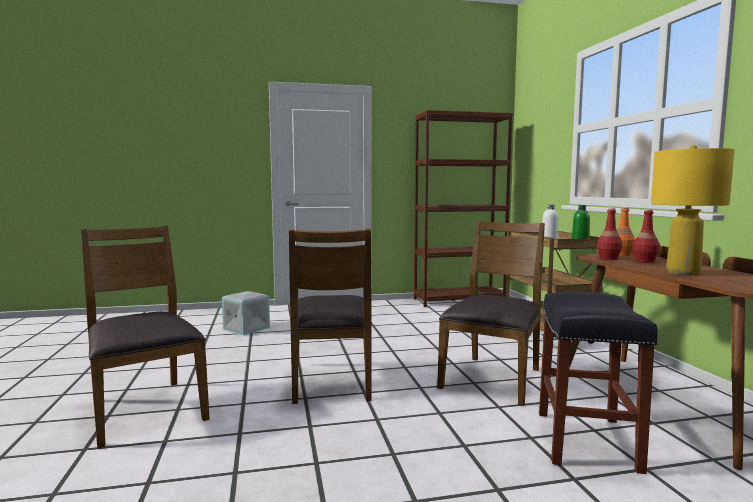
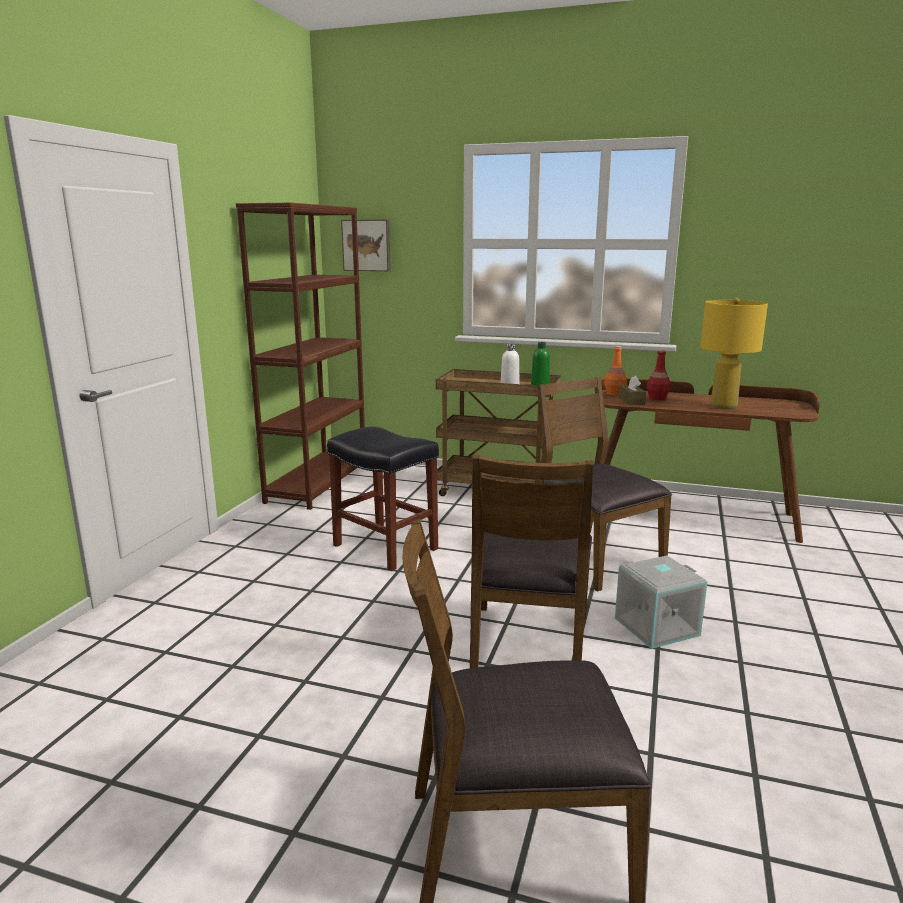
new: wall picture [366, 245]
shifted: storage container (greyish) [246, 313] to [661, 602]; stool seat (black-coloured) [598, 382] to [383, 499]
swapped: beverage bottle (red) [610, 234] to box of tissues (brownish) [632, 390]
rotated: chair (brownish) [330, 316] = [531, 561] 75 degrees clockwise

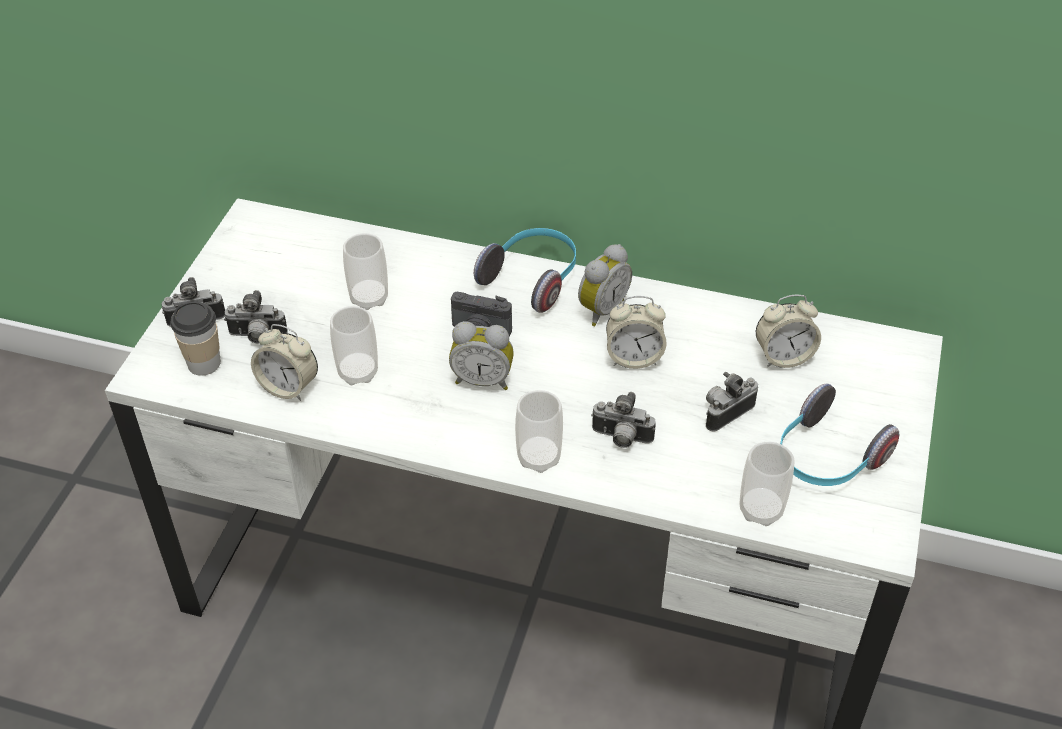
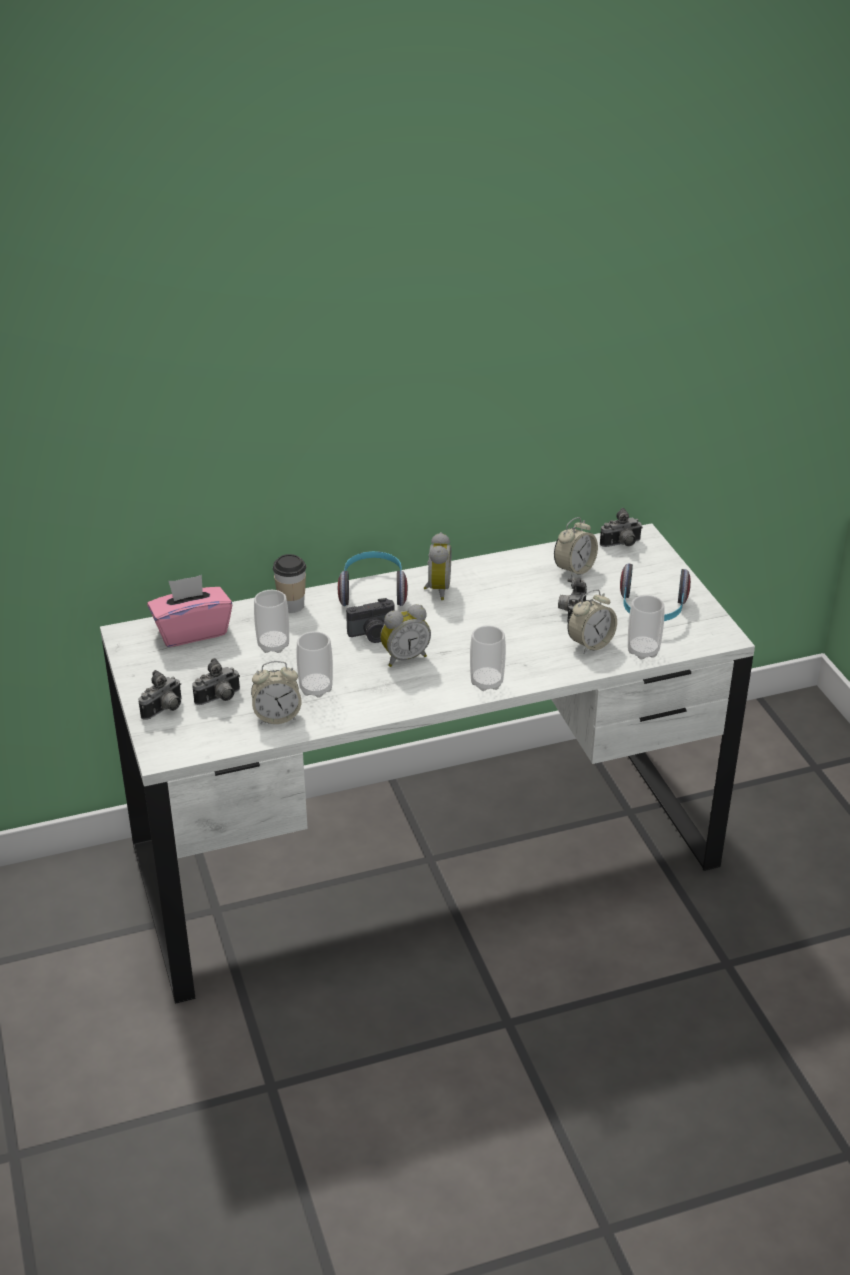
new: box of tissues (pink-coloured) [189, 611]
shifted: drinking cup [195, 339] to [289, 583]; still camera [623, 420] to [621, 527]; bedside clock [636, 332] to [592, 621]

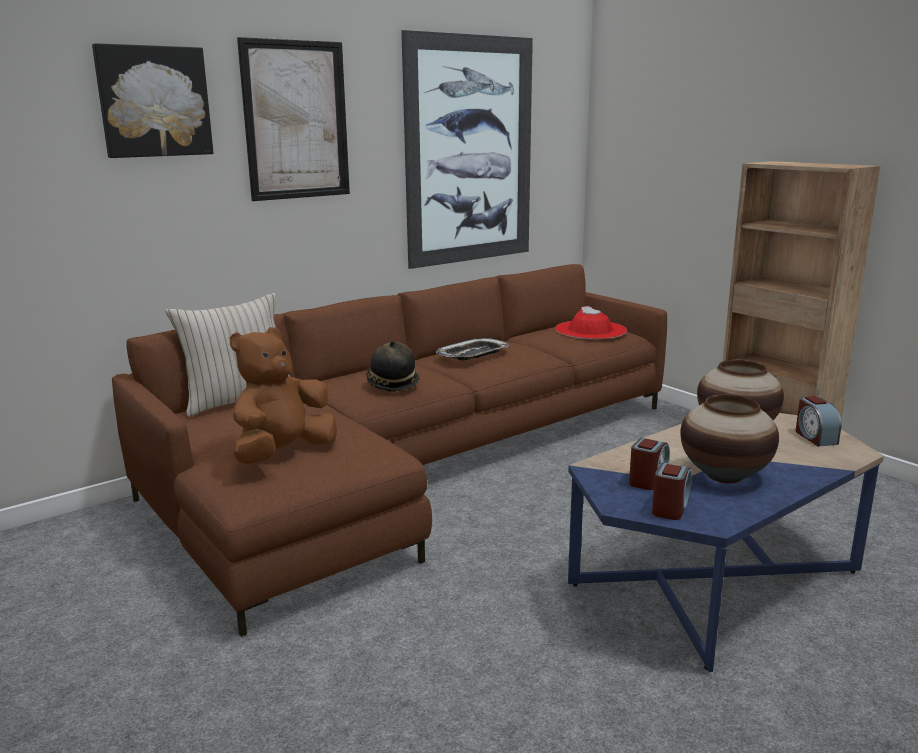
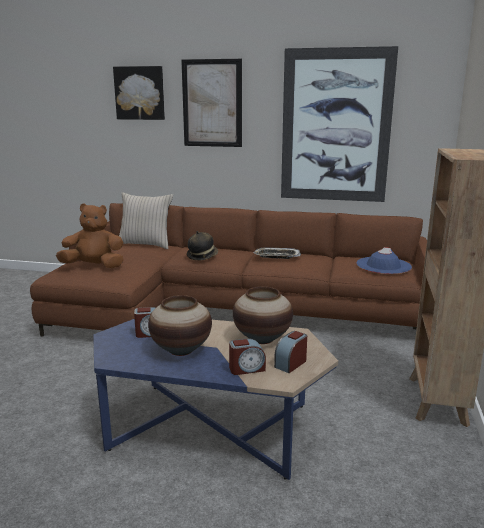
shifted: bedside clock [672, 491] to [247, 356]
repainted: wearable hat (red) [591, 322] to wearable hat (blue) [384, 260]

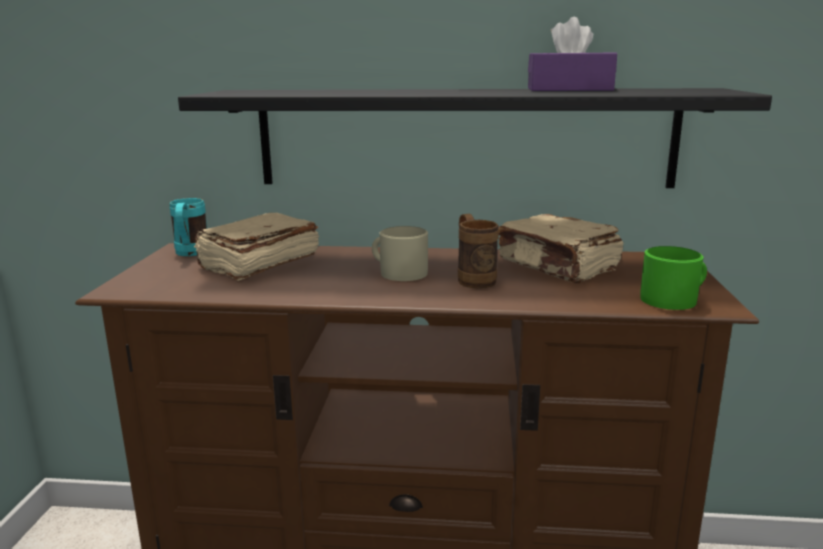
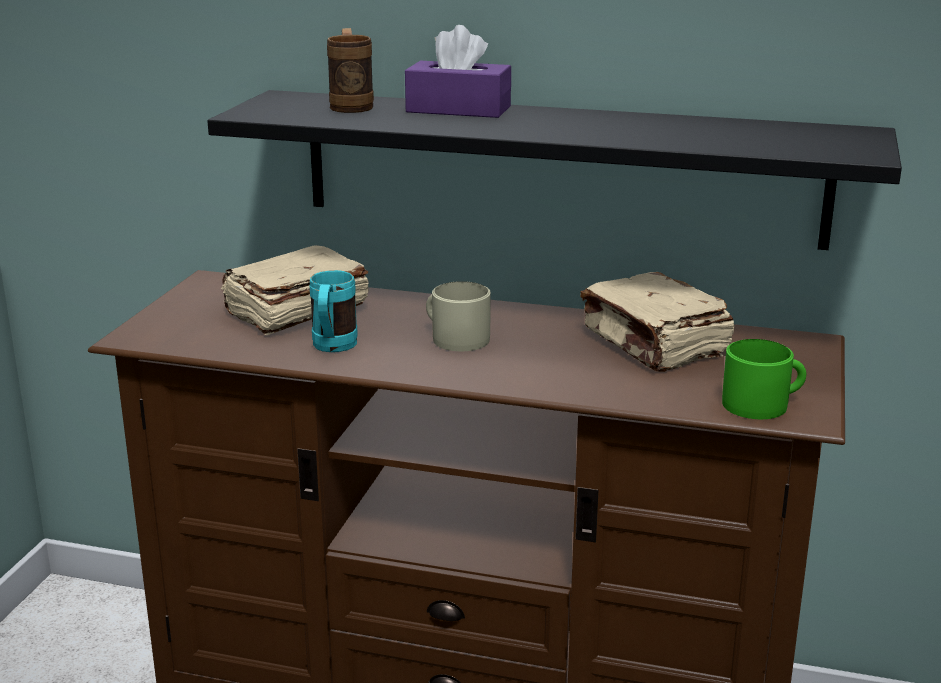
shifted: mug (turquoise) [188, 227] to [334, 311]; mug (brownish) [478, 251] to [350, 70]; box of tissues (purple-coloured) [572, 54] to [458, 71]

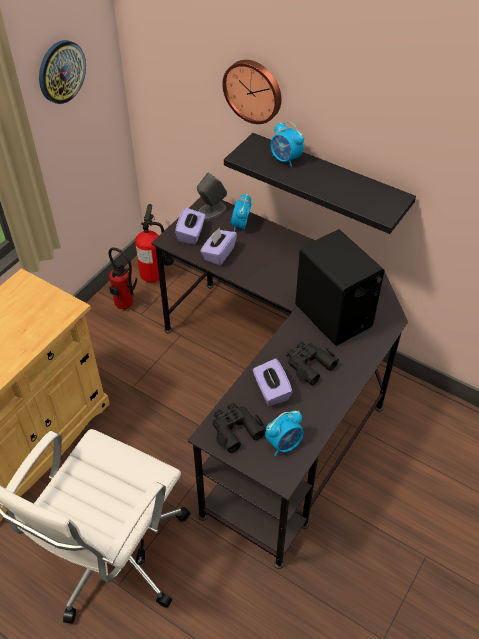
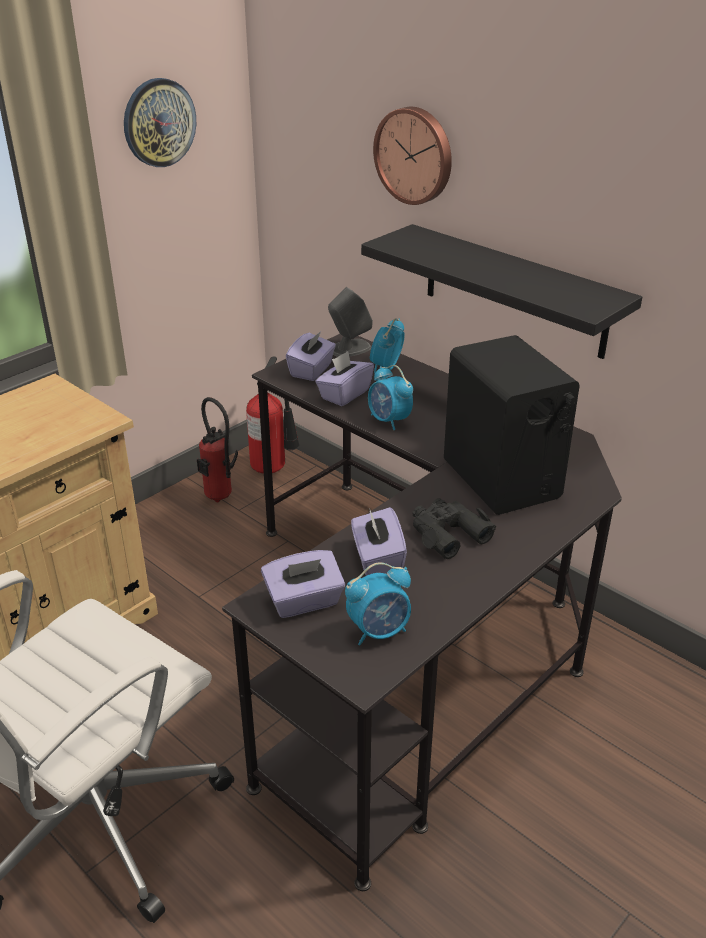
shifted: bedside clock [287, 144] to [390, 397]
swapped: field glasses (black-coloured) [239, 428] to box of tissues (purple-coloured) [303, 584]

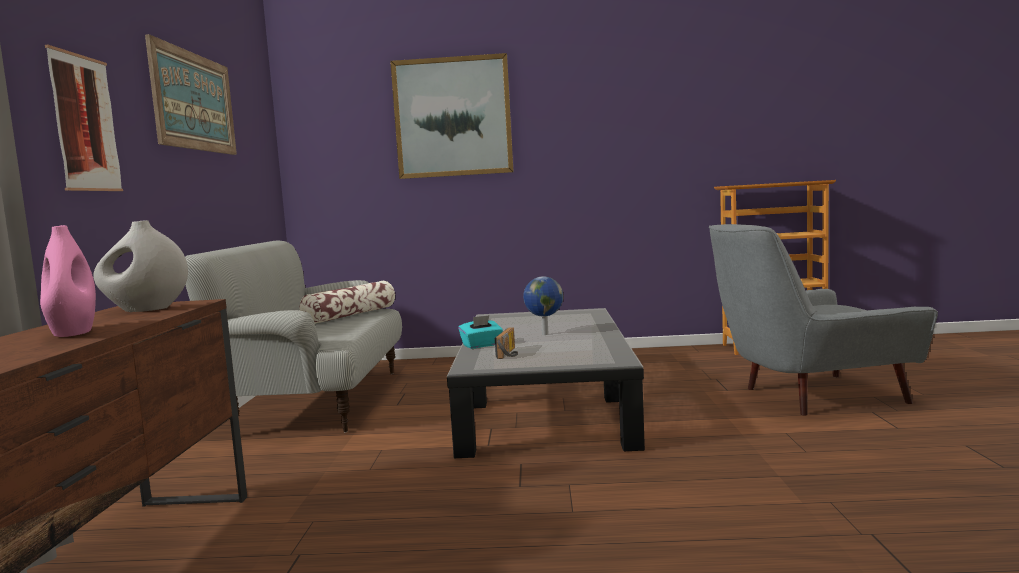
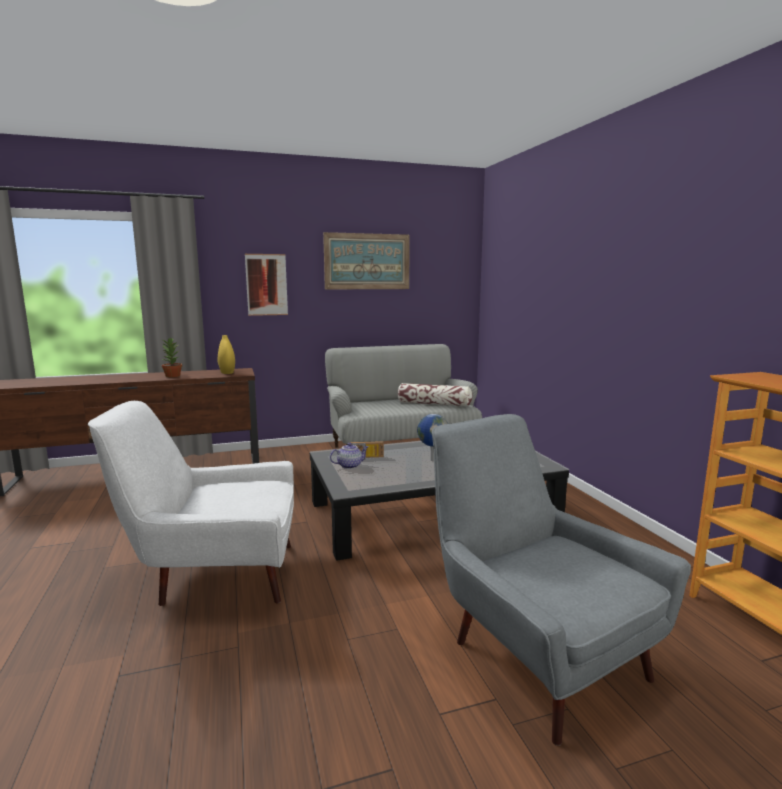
gone: wall picture [452, 116]; box of tissues (turquoise) [480, 332]
new: easy chair (white-coloured) [191, 503]; pot for tea [349, 456]
swapped: decorative vase (pink-coloured) [68, 281] to houseplant [172, 357]
repainted: decorative vase (white-coloured) [140, 266] to decorative vase (yellow-coloured) [226, 354]

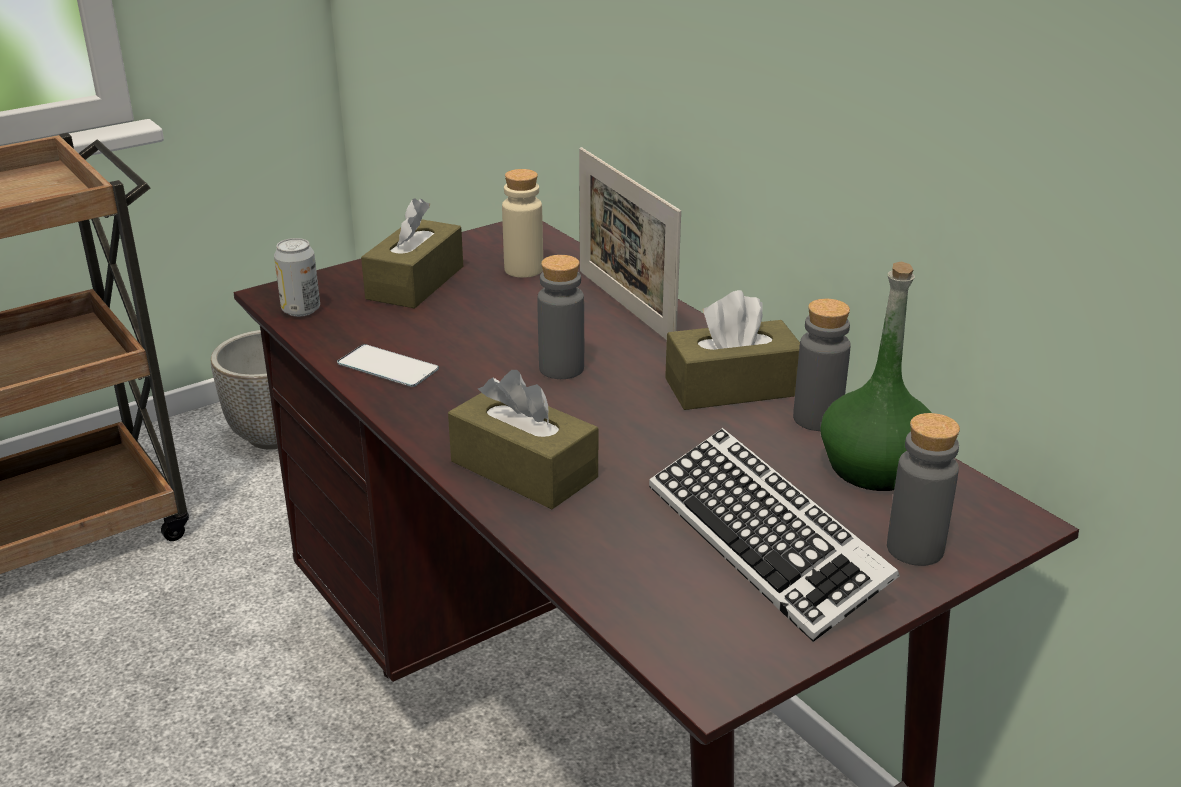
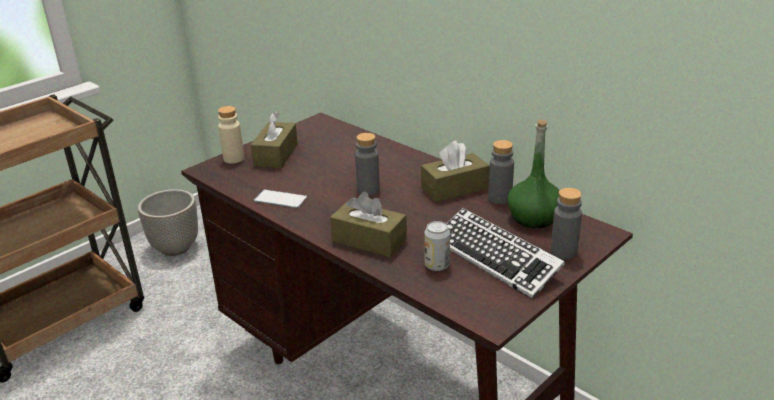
gone: photo frame [630, 243]
shifted: can [297, 277] to [437, 246]; beverage bottle (beige-coloured) [522, 223] to [231, 135]

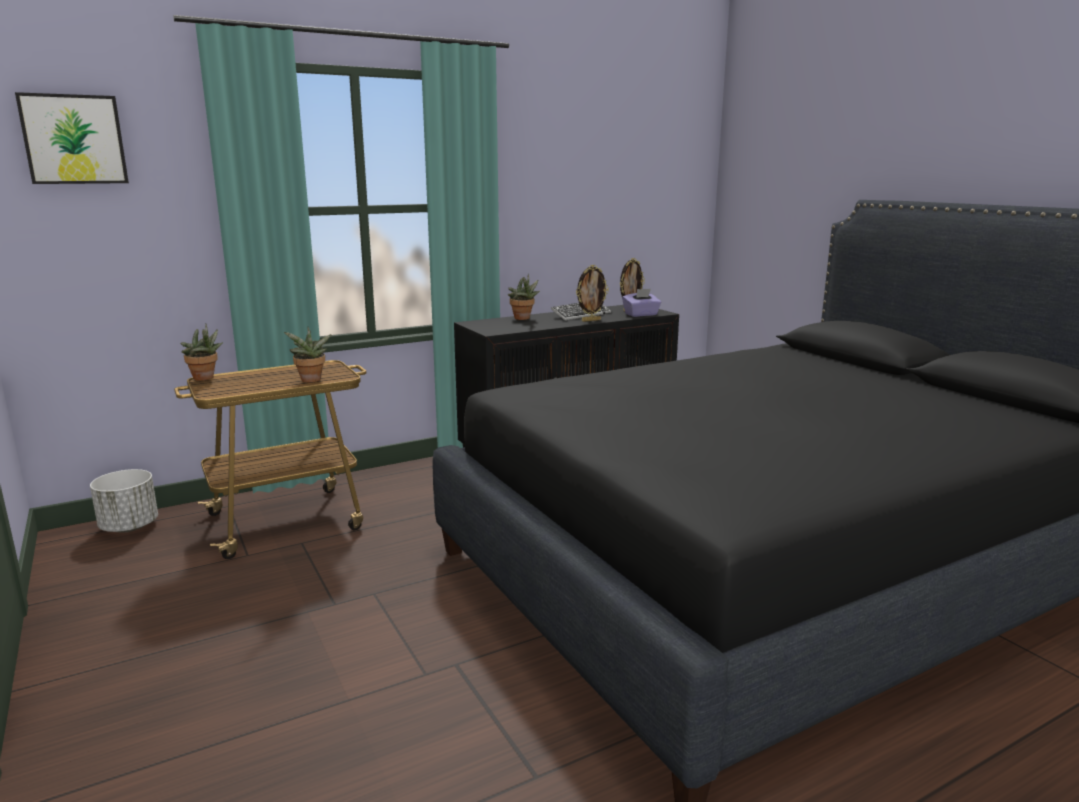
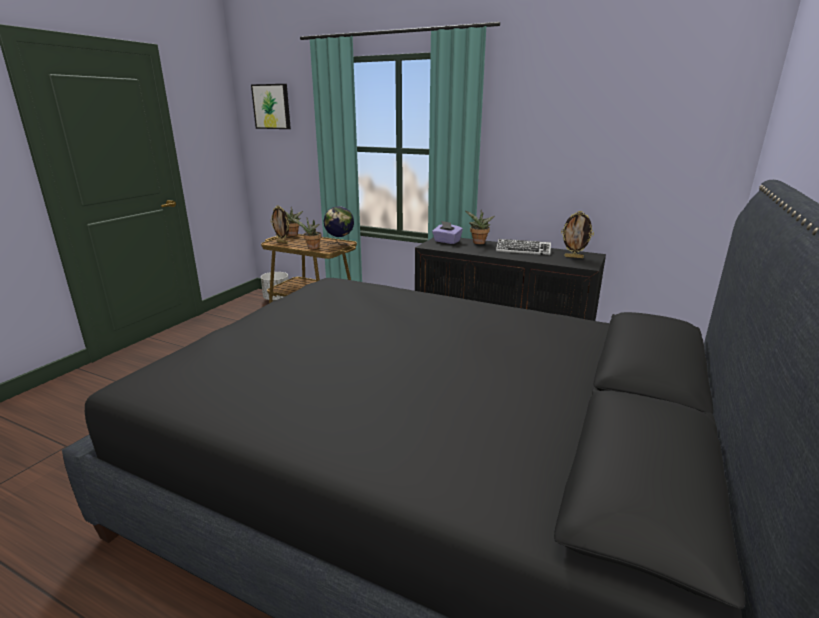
new: world globe [338, 226]
shifted: photo frame [592, 293] to [279, 224]; box of tissues (purple-coloured) [641, 303] to [447, 232]

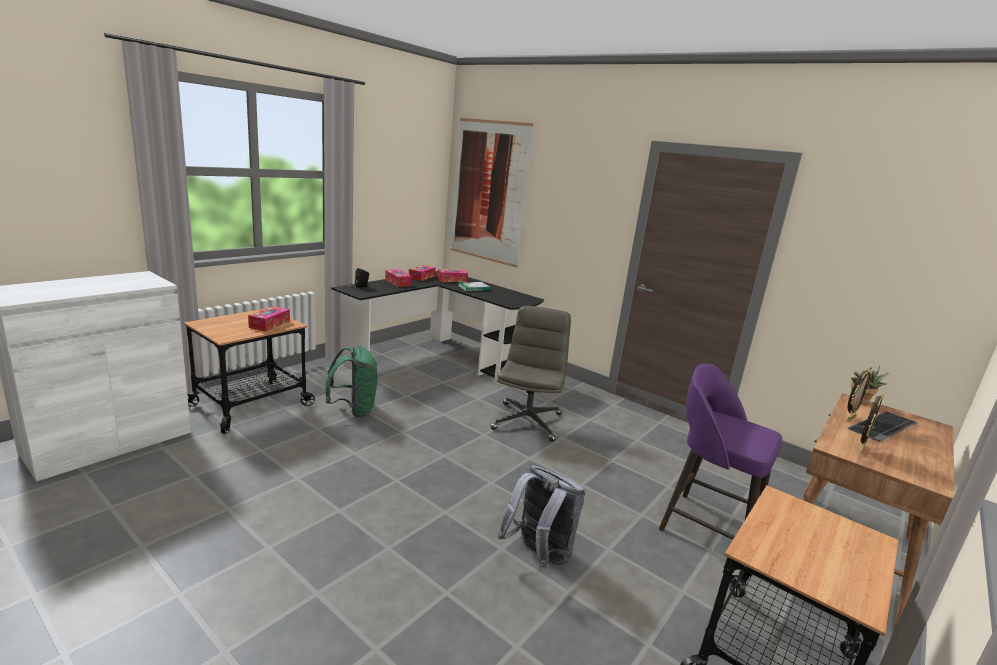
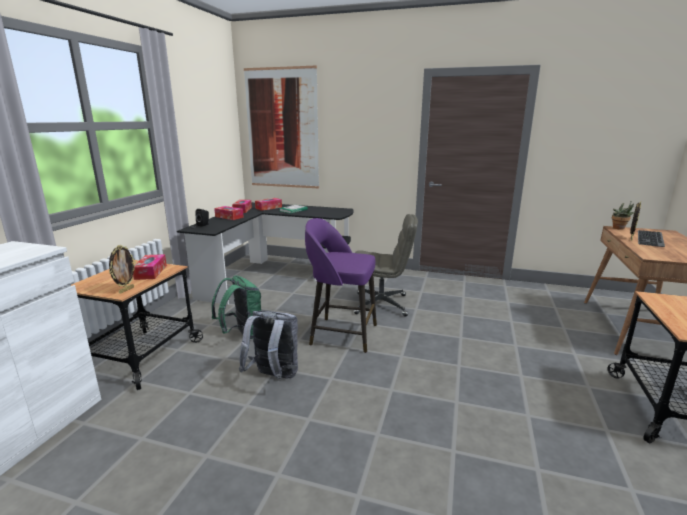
shifted: knapsack (greyish) [541, 517] to [268, 346]; stool seat (purple-coloured) [720, 452] to [341, 285]; photo frame [871, 424] to [122, 269]
rotated: computer chair (greyish) [531, 374] = [386, 265] 105 degrees clockwise

